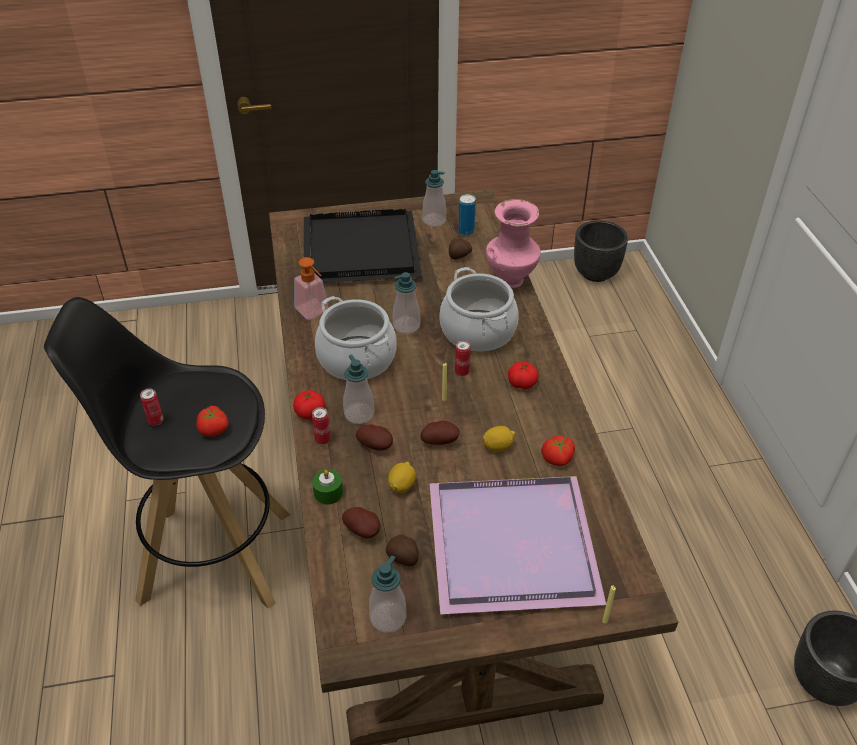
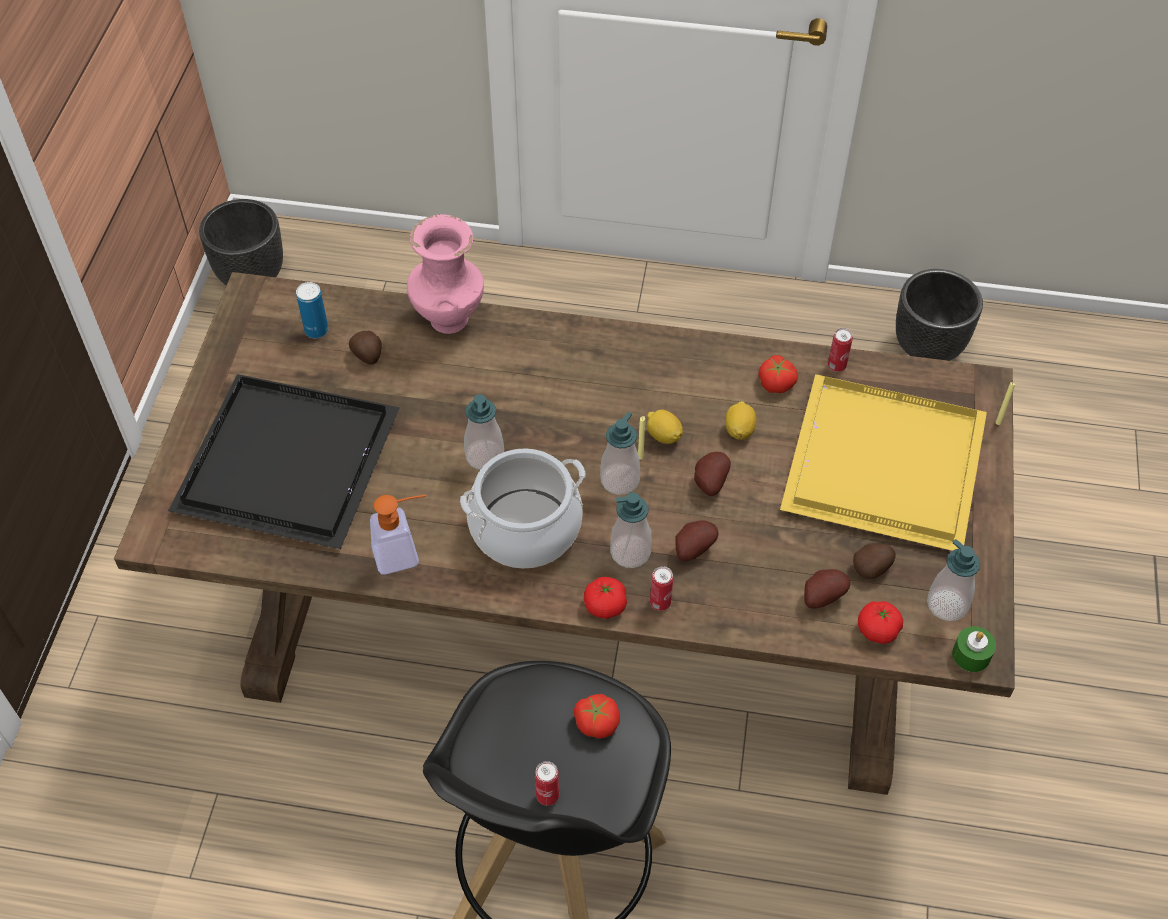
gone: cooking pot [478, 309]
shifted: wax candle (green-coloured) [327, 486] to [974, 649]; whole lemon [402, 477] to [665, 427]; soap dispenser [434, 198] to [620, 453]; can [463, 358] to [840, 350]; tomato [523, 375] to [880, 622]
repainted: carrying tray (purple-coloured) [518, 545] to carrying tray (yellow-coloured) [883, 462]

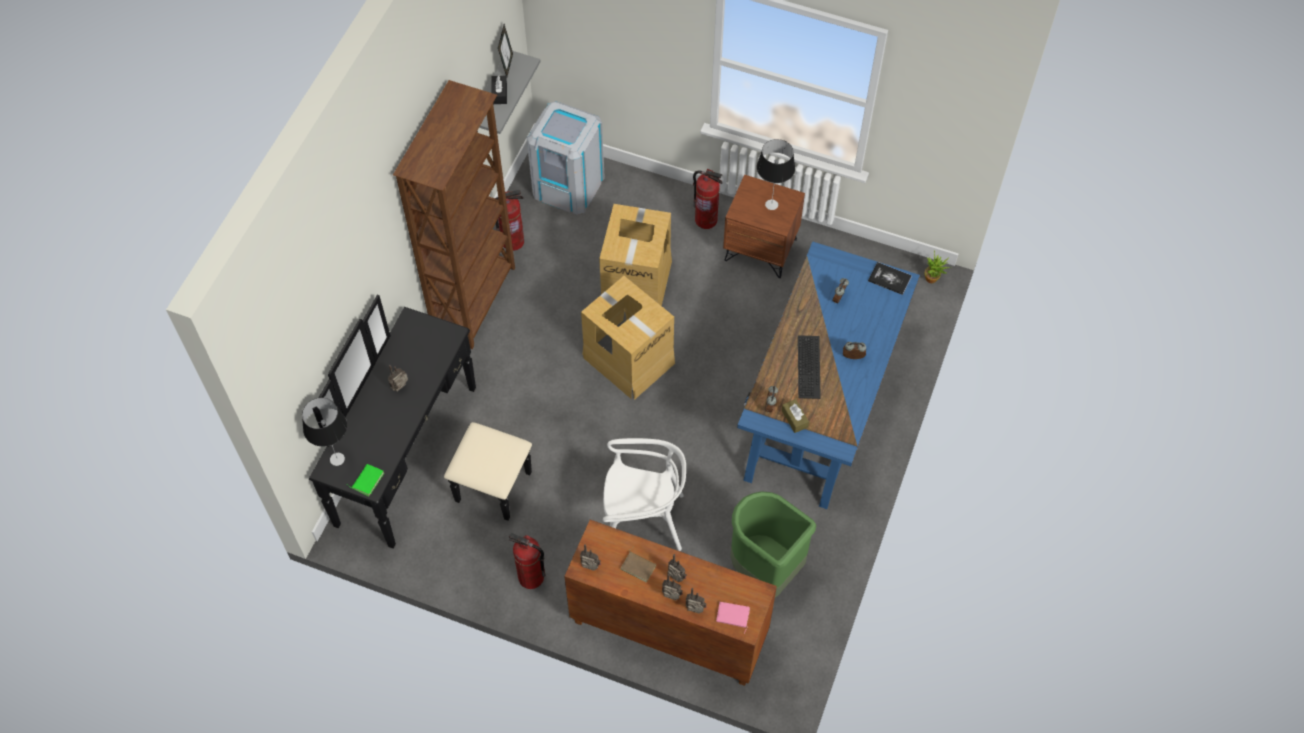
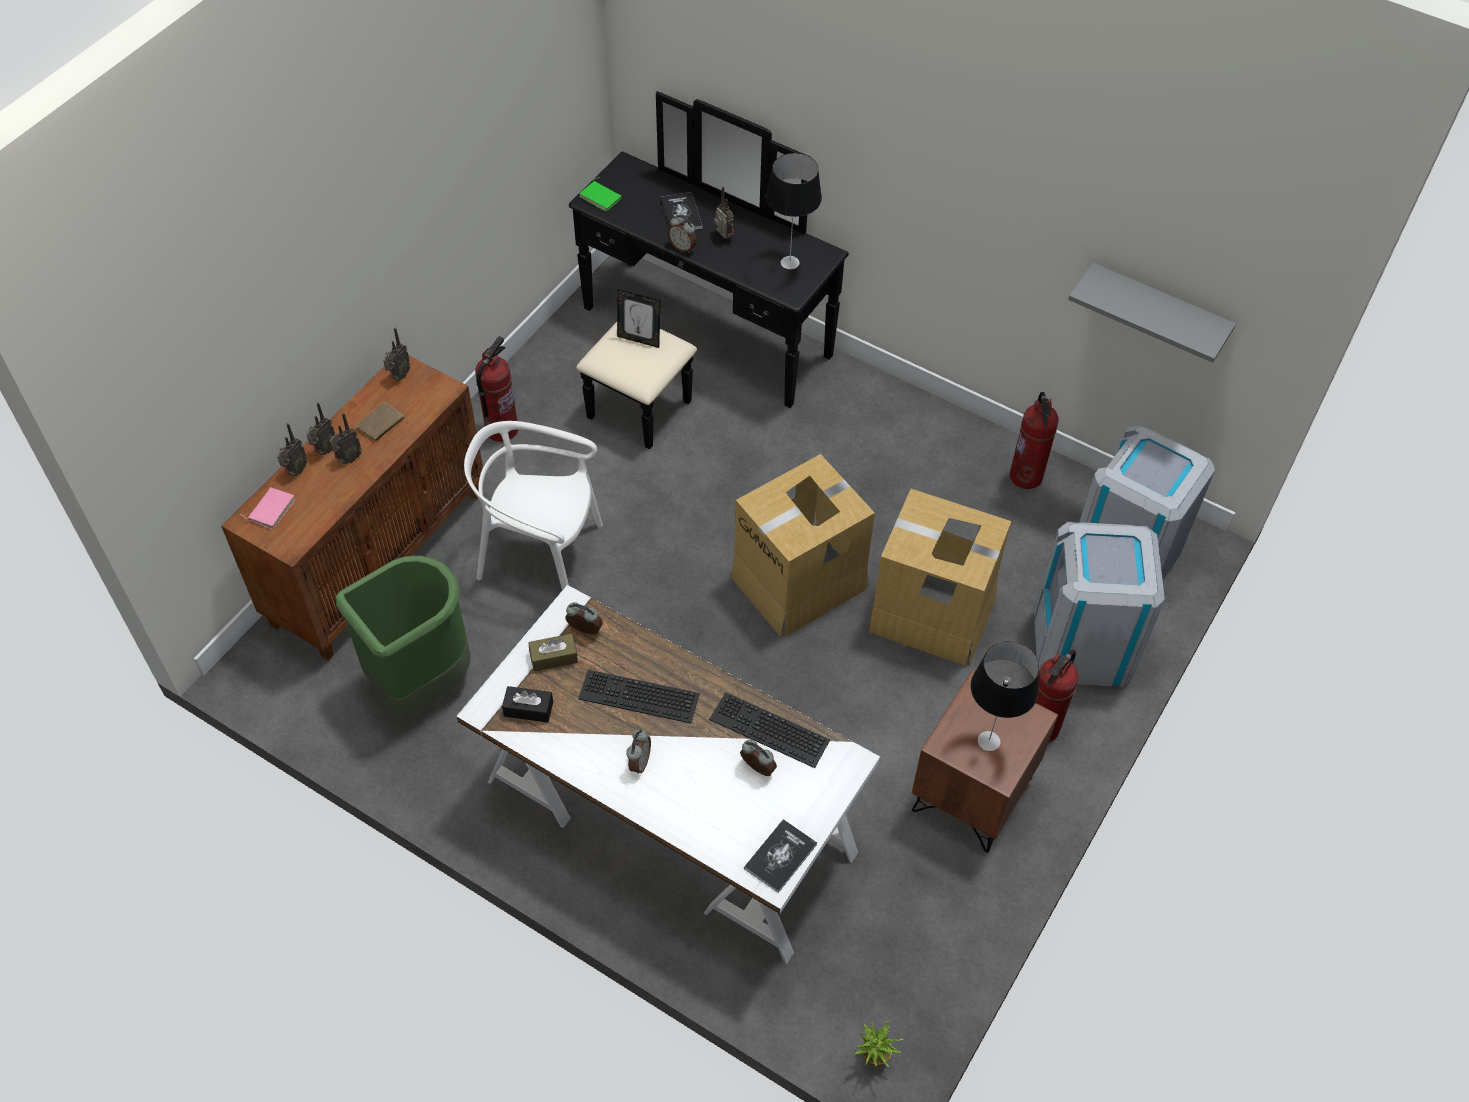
gone: bookshelf (brownish) [454, 214]
new: book [681, 211]; bedside clock [682, 234]; computer keyboard [769, 730]; rubbish bin (greyish) [1099, 604]
shifted: table lamp [324, 432] to [794, 211]; box of tissues (black-coloured) [499, 90] to [527, 704]; photo frame [505, 51] to [639, 318]
repainted: desk unit (blue) [828, 375] to desk unit (white-coloured) [668, 774]
rotated: chair (white-coloured) [644, 494] = [533, 505] 90 degrees clockwise

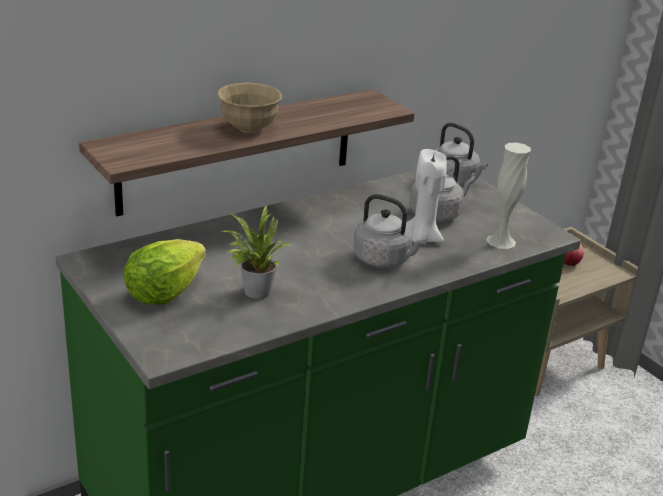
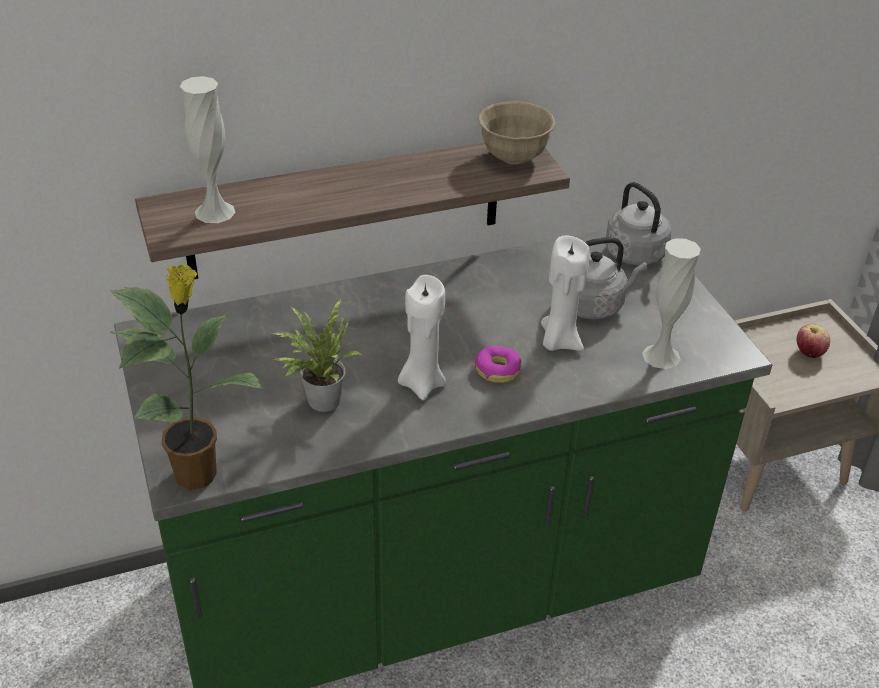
gone: head of lettuce [164, 272]
new: houseplant [186, 377]; decorative vase (white-coloured) [208, 149]; wax candle (white-coloured) [422, 337]
shifted: serving bowl (beige-coloured) [249, 107] to [517, 132]
swapped: water kettle (greyish) [390, 231] to donut [498, 364]

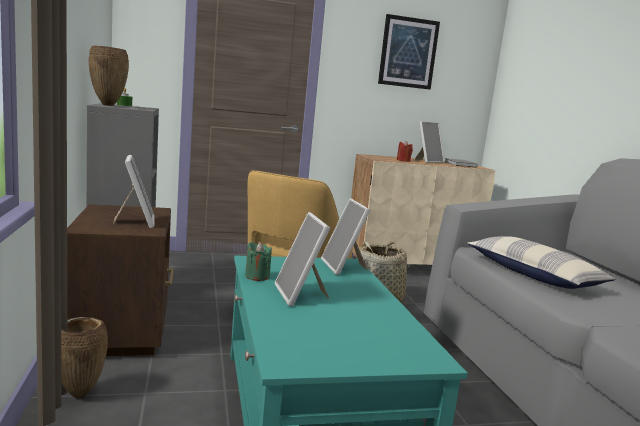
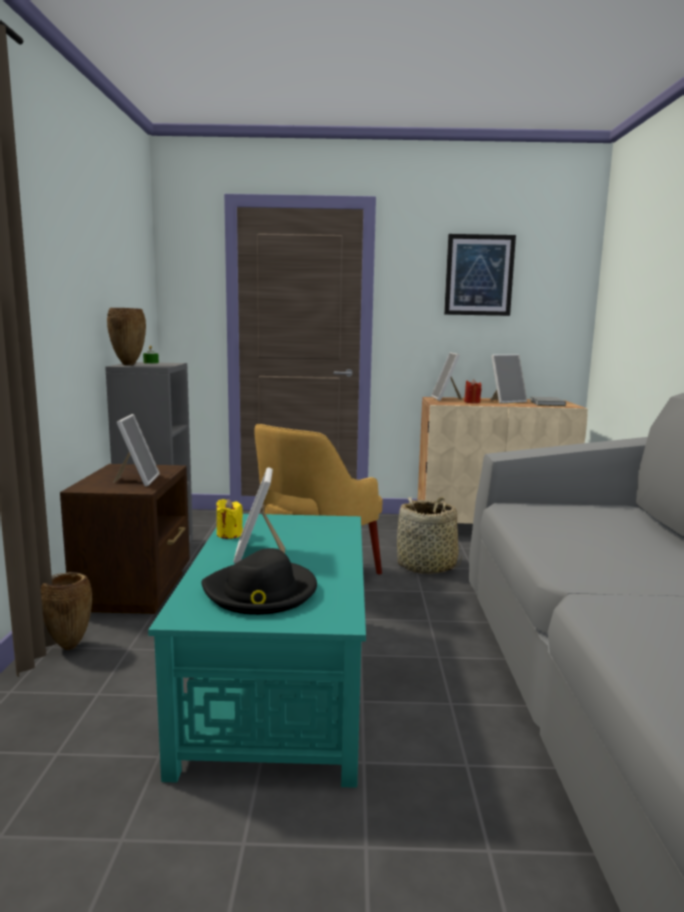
gone: throw pillow [541, 262]
new: wearable hat (black-coloured) [259, 581]
shifted: photo frame [346, 236] to [446, 376]
repainted: wax candle (green-coloured) [258, 261] to wax candle (yellow-coloured) [229, 519]

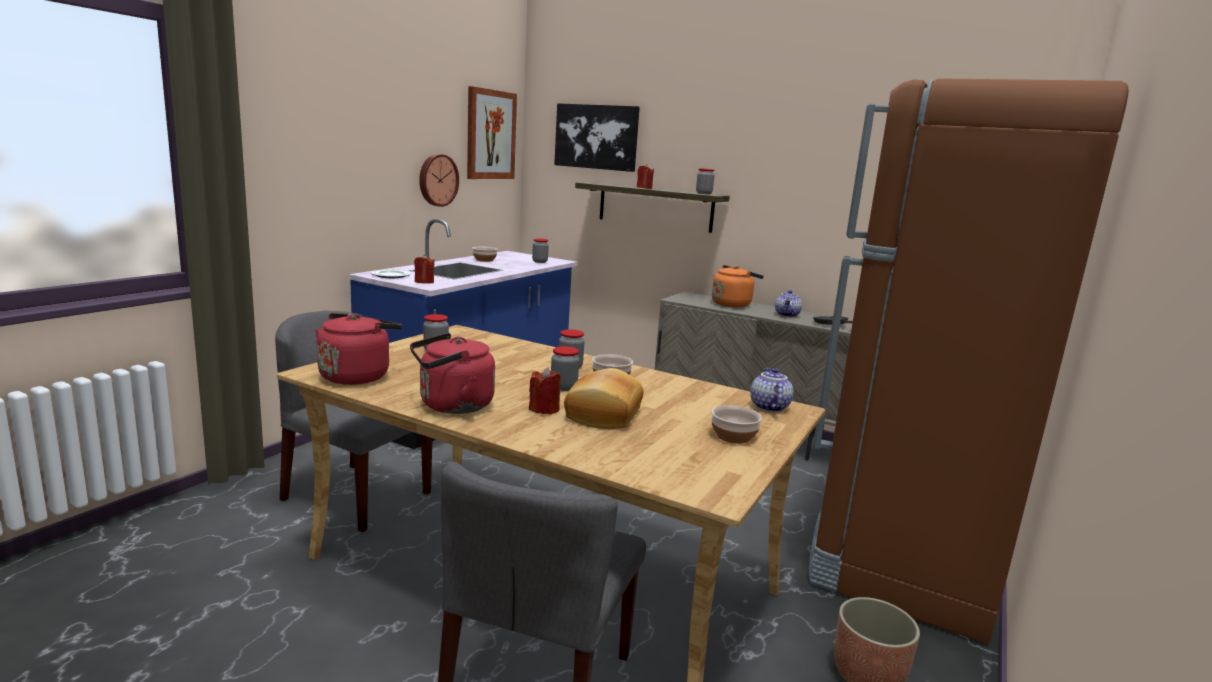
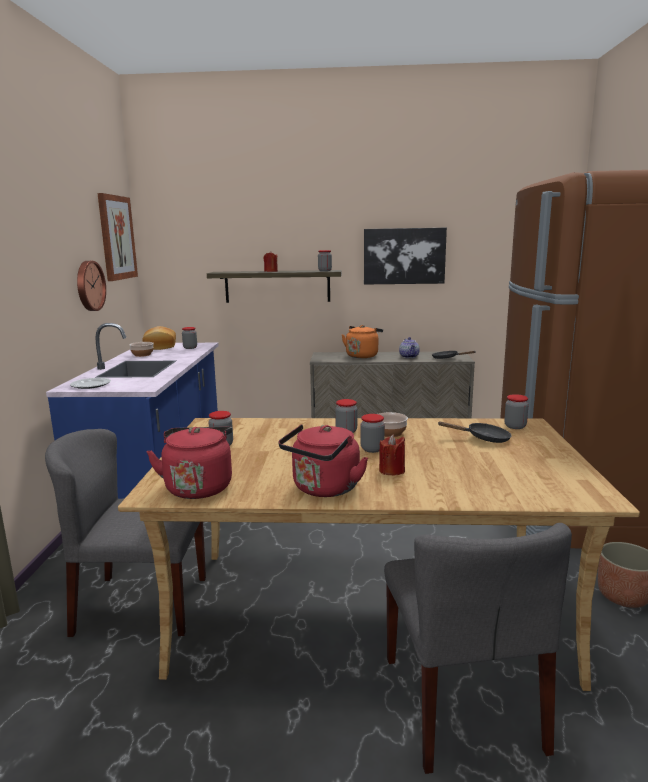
gone: wax candle (red) [424, 269]; serving bowl [737, 424]
new: skillet (black-coloured) [474, 432]
shifted: wall picture [597, 137] to [405, 256]; baked bread [603, 398] to [159, 338]
swapped: pot for tea [772, 390] to jar [516, 411]

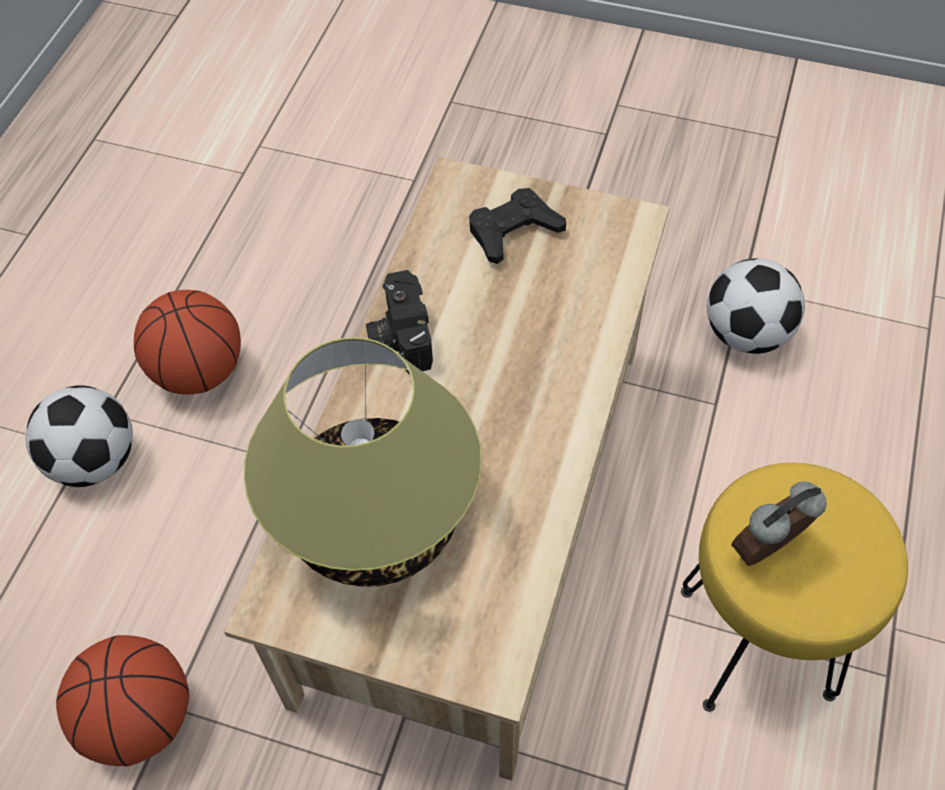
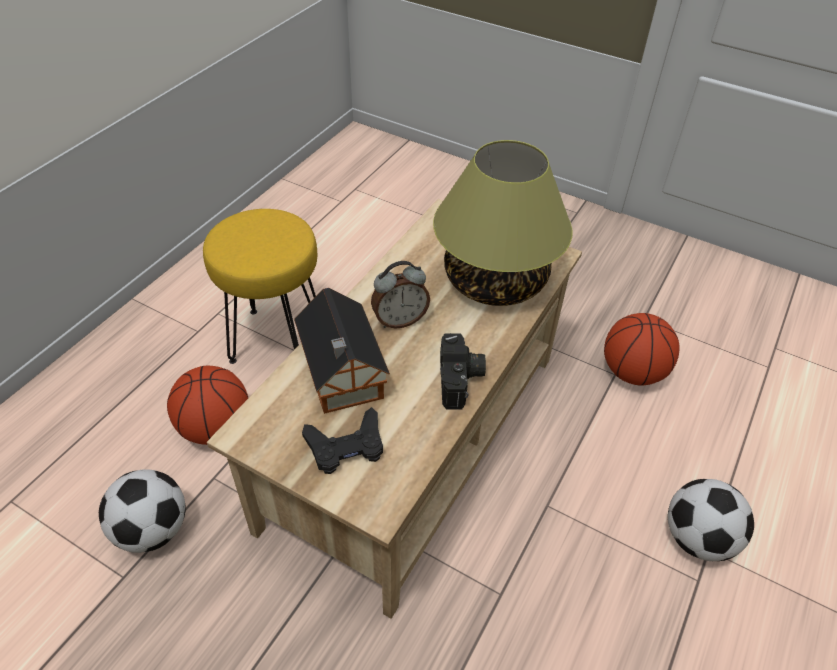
new: toy house [342, 351]
shifted: basketball [187, 342] to [207, 405]; bedside clock [779, 523] to [400, 295]

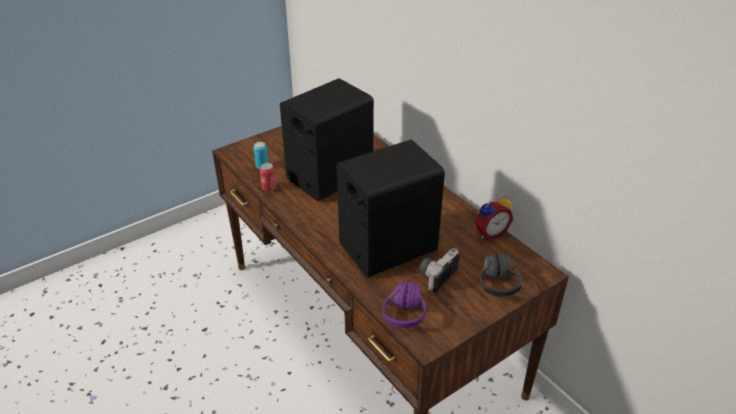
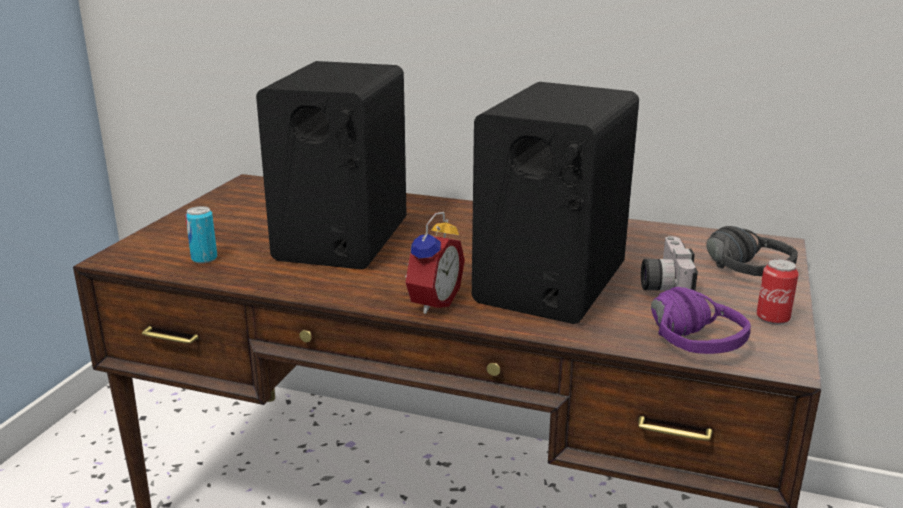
shifted: can [268, 177] to [778, 292]; bedside clock [494, 217] to [435, 263]

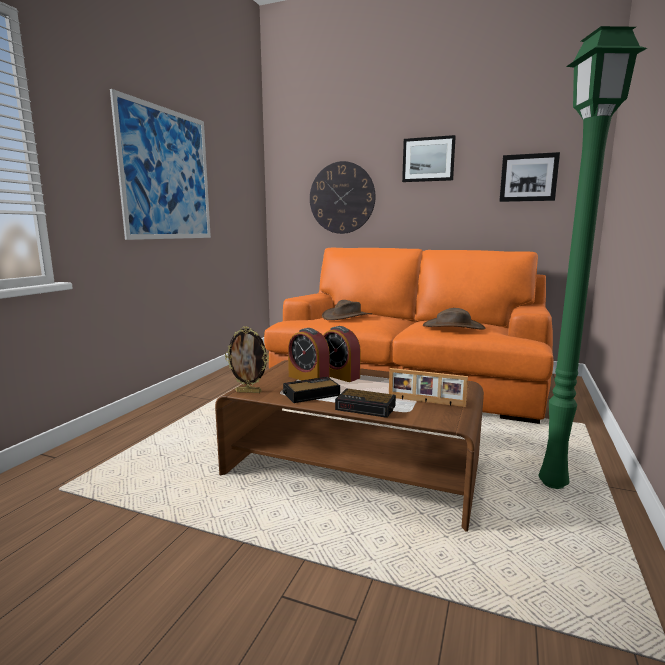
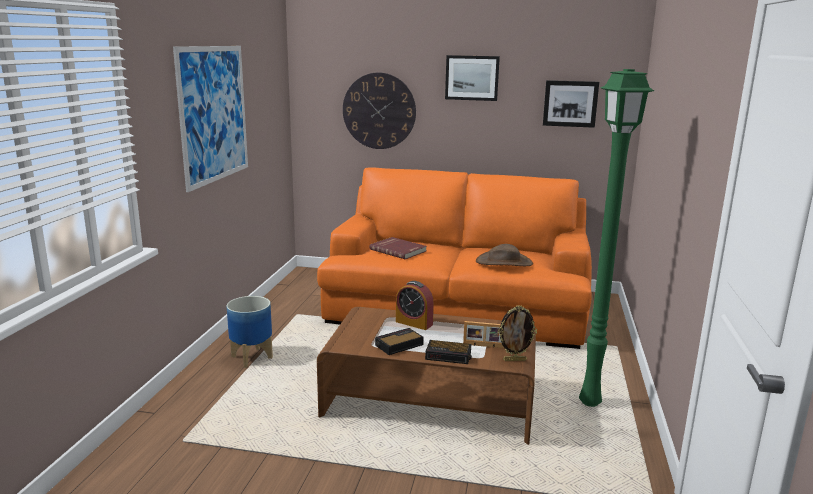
gone: bedside clock [309, 354]
new: plant pot [250, 332]
shifted: photo frame [247, 359] to [517, 333]
swapped: wearable hat (brownish) [347, 310] to book (red) [398, 248]

